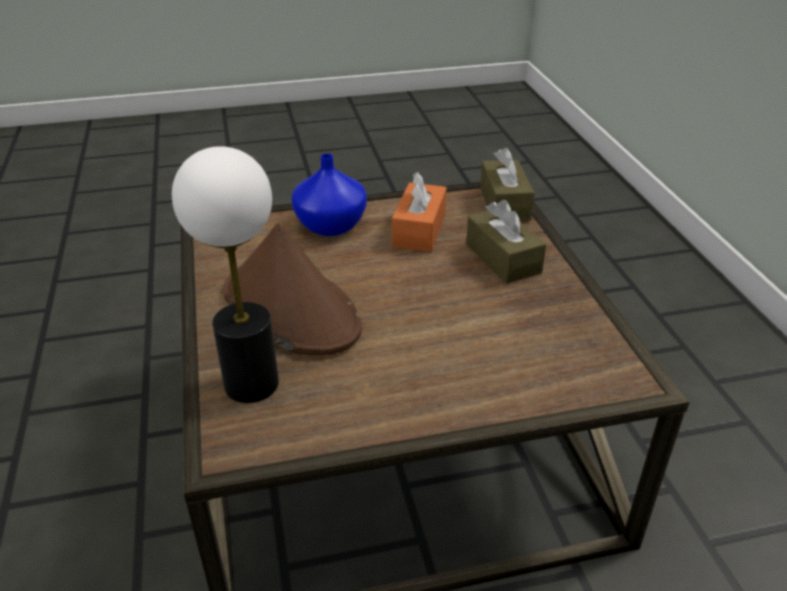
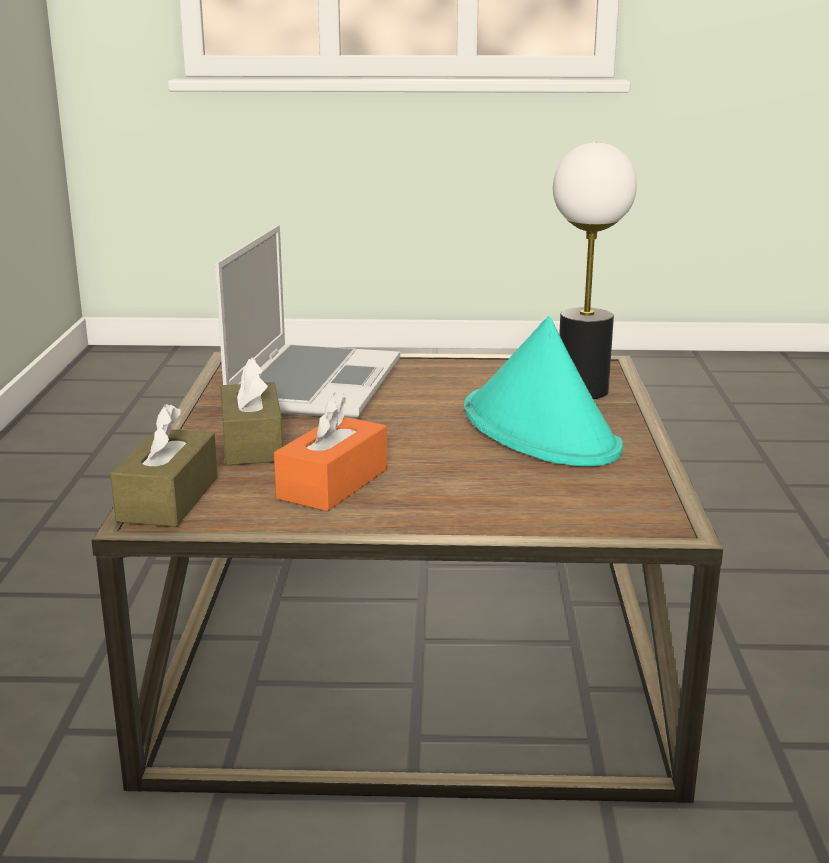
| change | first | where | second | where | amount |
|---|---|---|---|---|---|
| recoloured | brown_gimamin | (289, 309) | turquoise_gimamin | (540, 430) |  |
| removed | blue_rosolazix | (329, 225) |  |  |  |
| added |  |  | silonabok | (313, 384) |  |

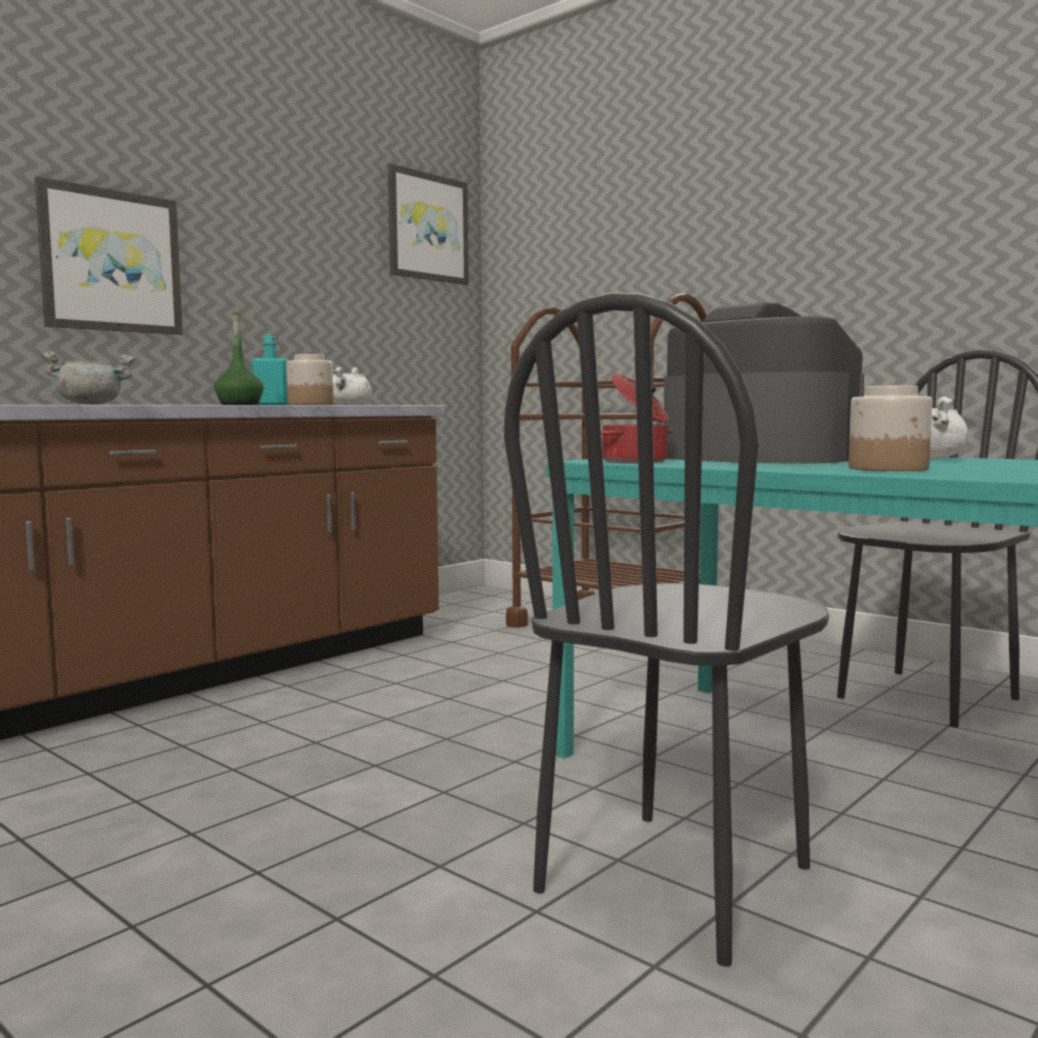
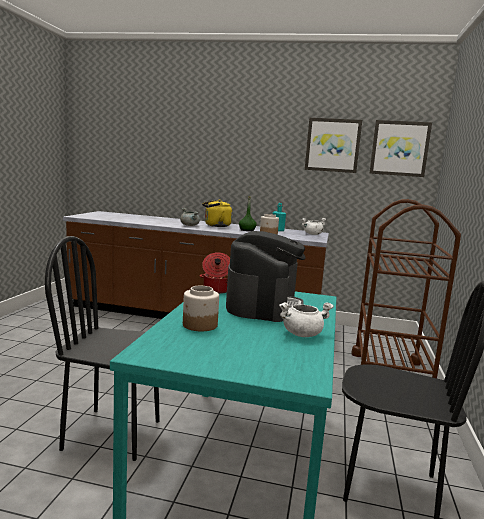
| change | first | where | second | where | amount |
|---|---|---|---|---|---|
| moved | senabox | (111, 261) |  | (332, 145) |  |
| added |  |  | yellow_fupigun | (215, 226) |  |

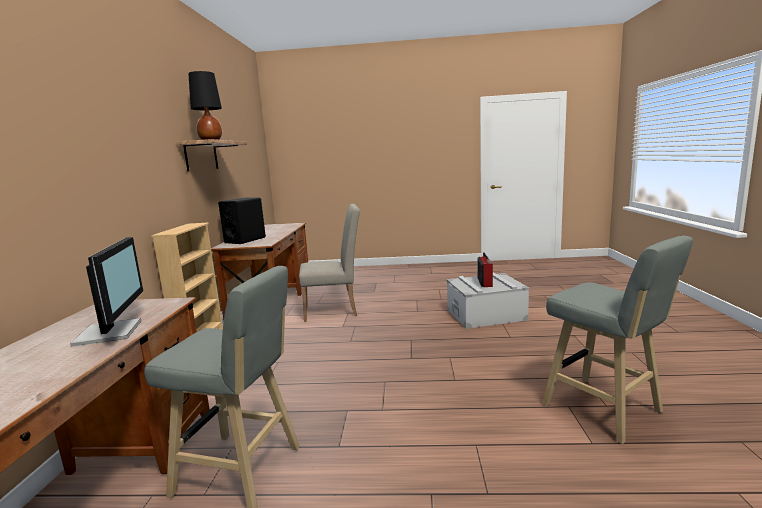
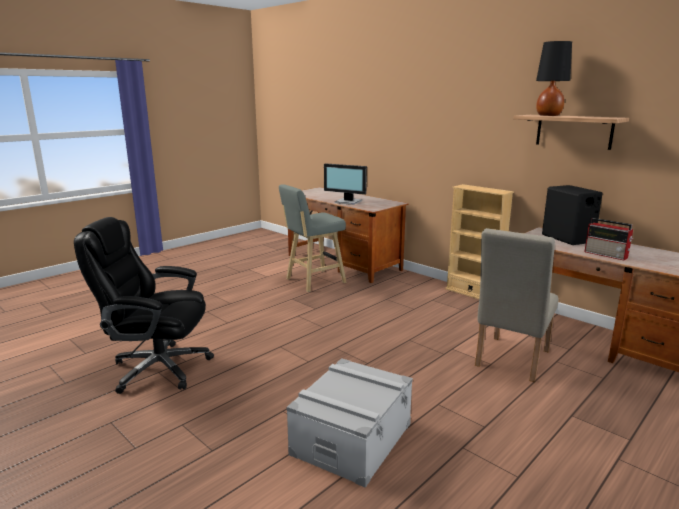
| change | first | where | second | where | amount |
|---|---|---|---|---|---|
| moved | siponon | (485, 282) |  | (607, 255) |  |
| replaced | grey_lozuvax | (606, 410) | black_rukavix | (158, 368) |  |

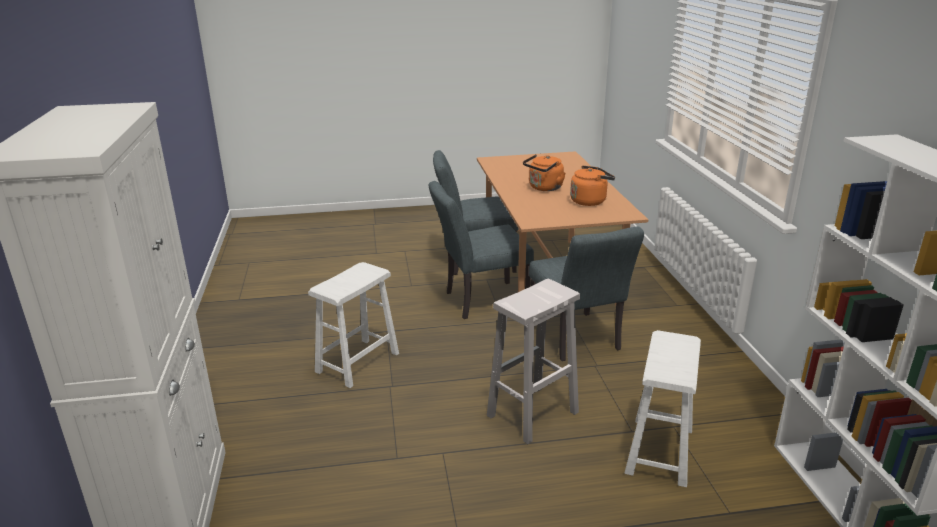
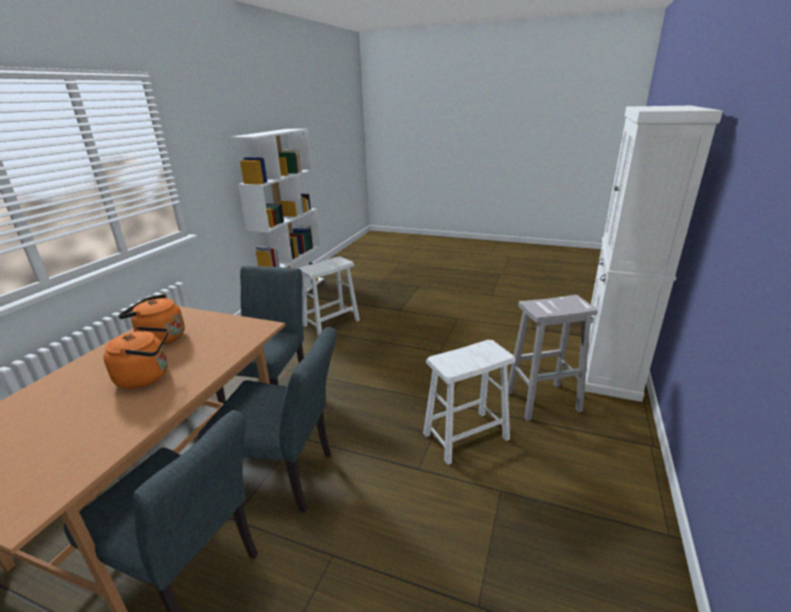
| change | first | where | second | where | amount |
|---|---|---|---|---|---|
| moved | white_lozuvax | (531, 415) |  | (544, 401) |  |

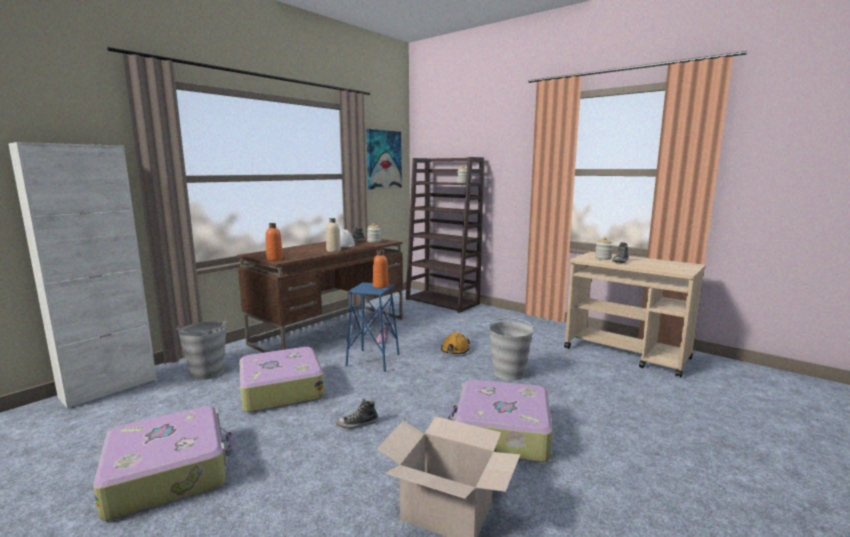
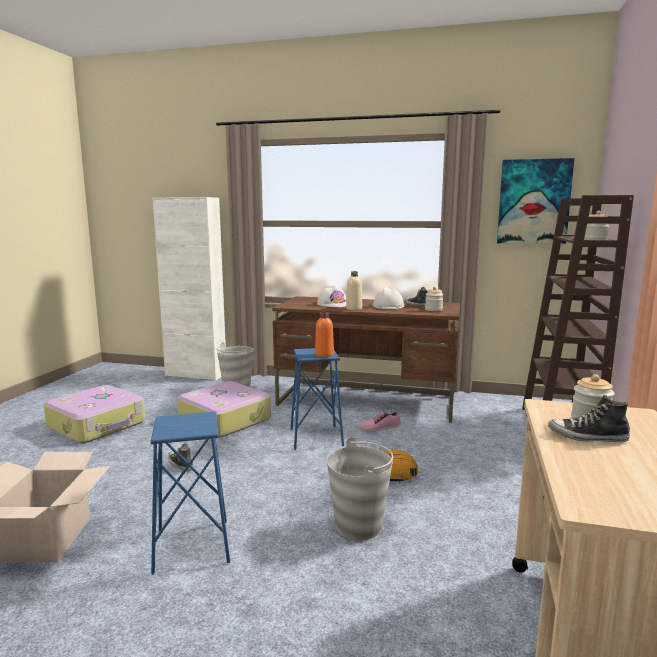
| change | first | where | second | where | amount |
|---|---|---|---|---|---|
| removed | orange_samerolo | (274, 259) |  |  |  |
| replaced | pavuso | (501, 433) | blue_lozuvax | (192, 546) |  |
| added |  |  | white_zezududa | (332, 304) |  |

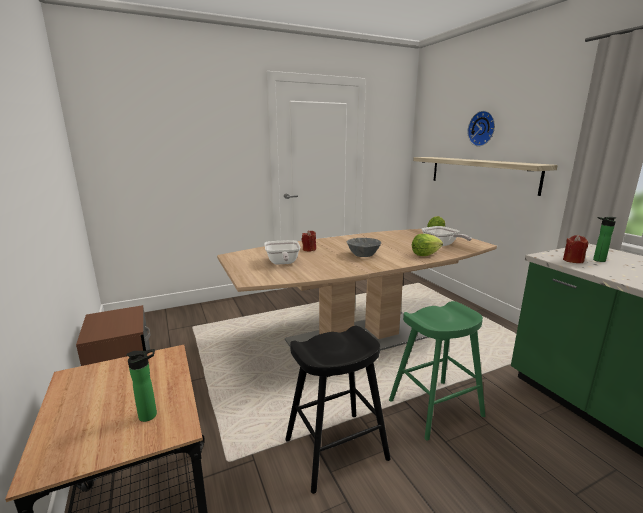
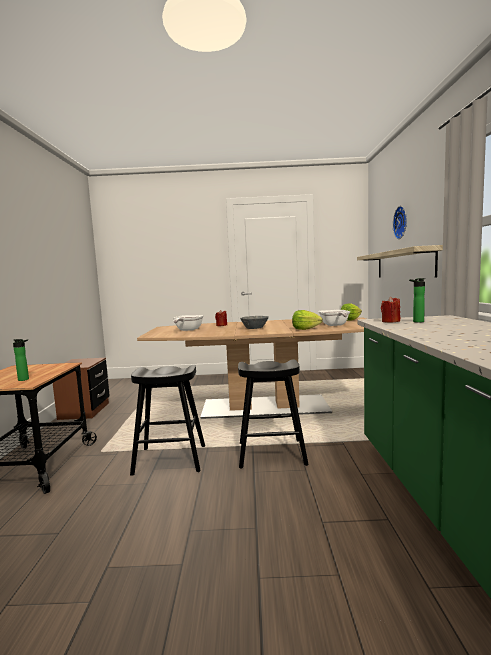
| change | first | where | second | where | amount |
|---|---|---|---|---|---|
| recoloured | green_lozuvax | (435, 408) | black_lozuvax | (272, 453) |  |

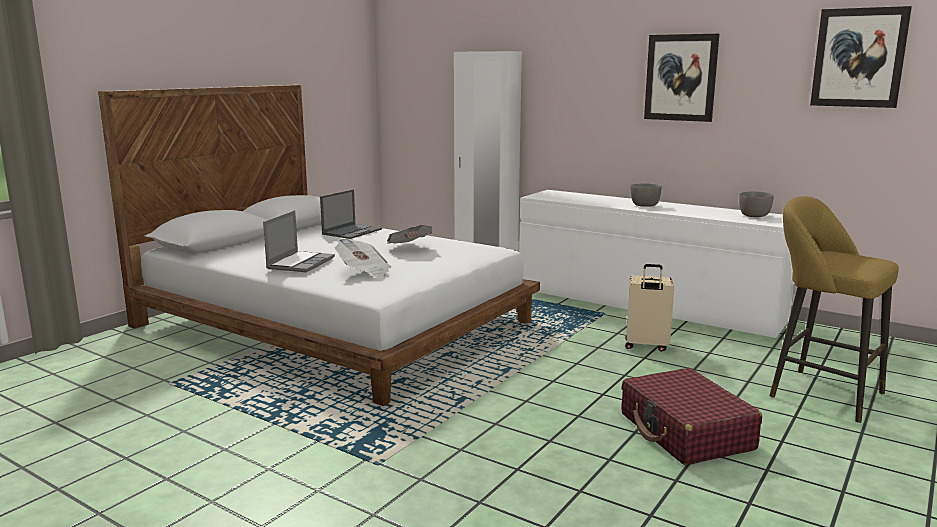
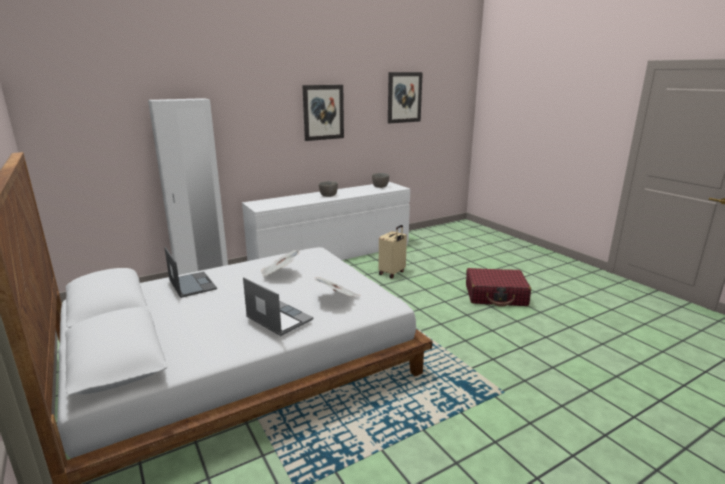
| change | first | where | second | where | amount |
|---|---|---|---|---|---|
| removed | yellow_lozuvax | (819, 392) |  |  |  |

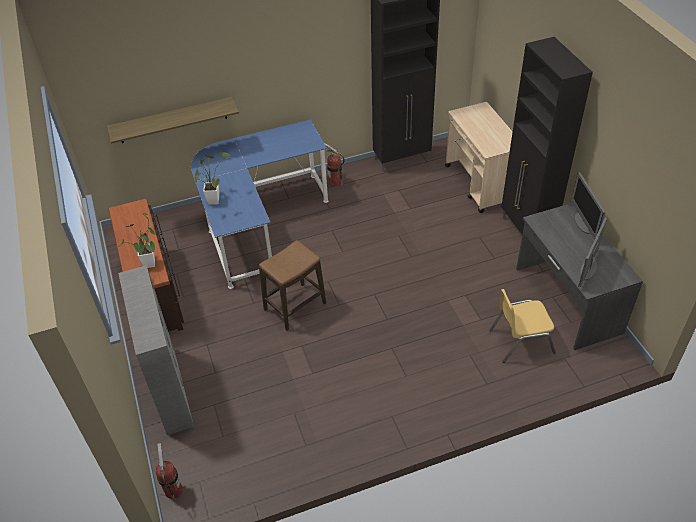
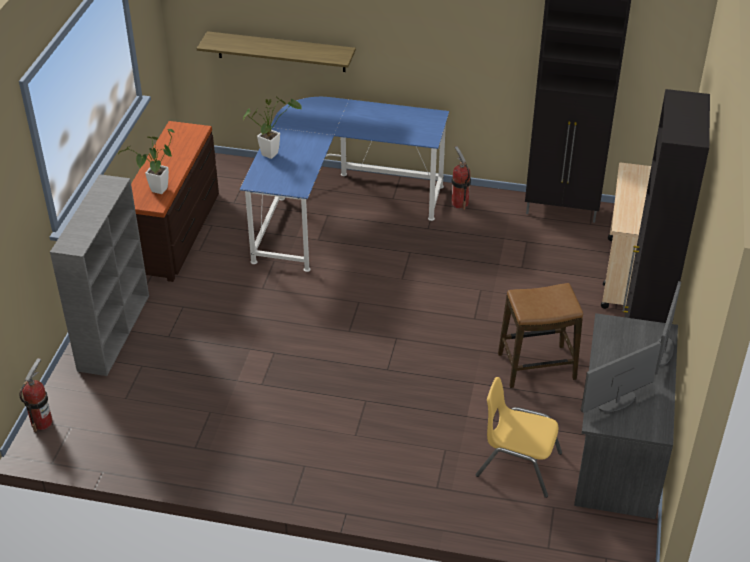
| change | first | where | second | where | amount |
|---|---|---|---|---|---|
| moved | lozuvax | (295, 307) |  | (536, 367) |  |

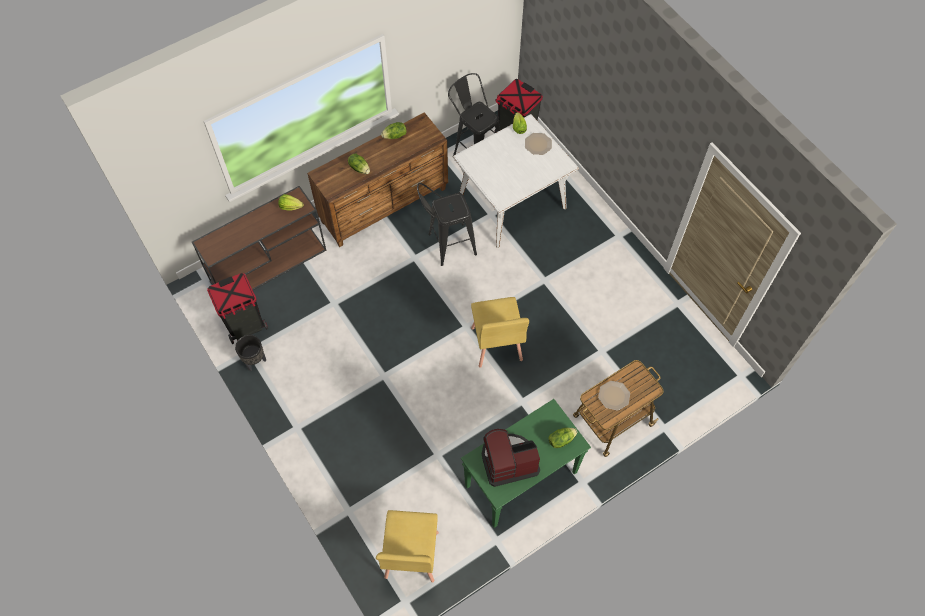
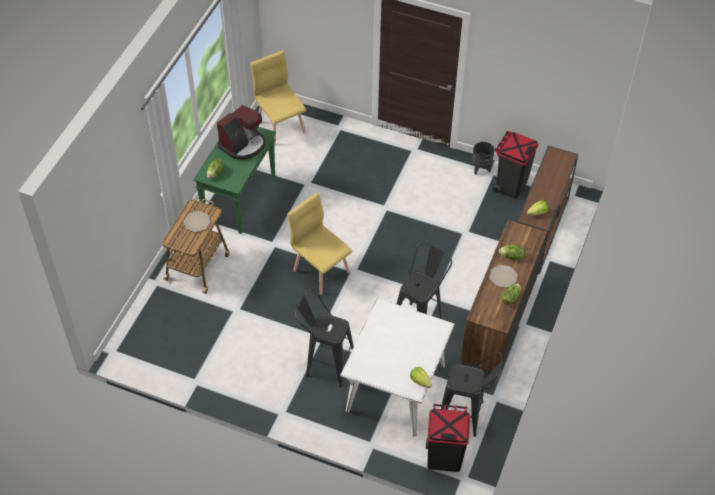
| change | first | where | second | where | amount |
|---|---|---|---|---|---|
| moved | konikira | (538, 144) |  | (503, 276) |  |
| added |  |  | black_lozuvax | (325, 363) |  |

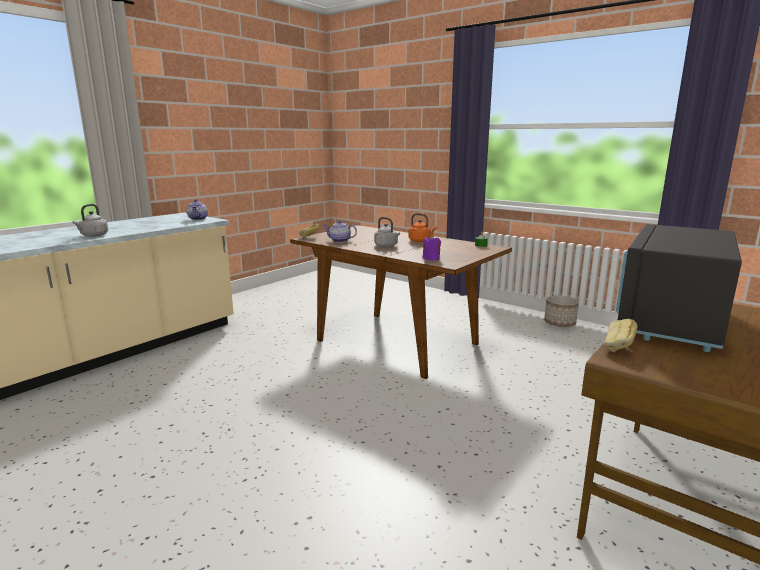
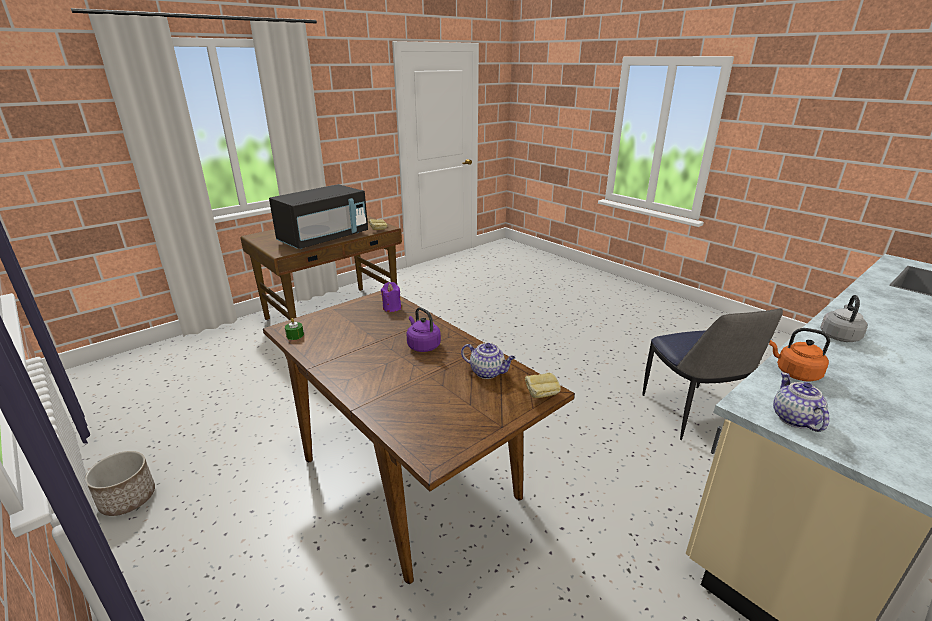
| change | first | where | second | where | amount |
|---|---|---|---|---|---|
| recoloured | grey_fupigun | (387, 246) | purple_fupigun | (422, 345) |  |
| moved | orange_fupigun | (420, 241) |  | (795, 373) |  |
| added |  |  | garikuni | (692, 414) |  |

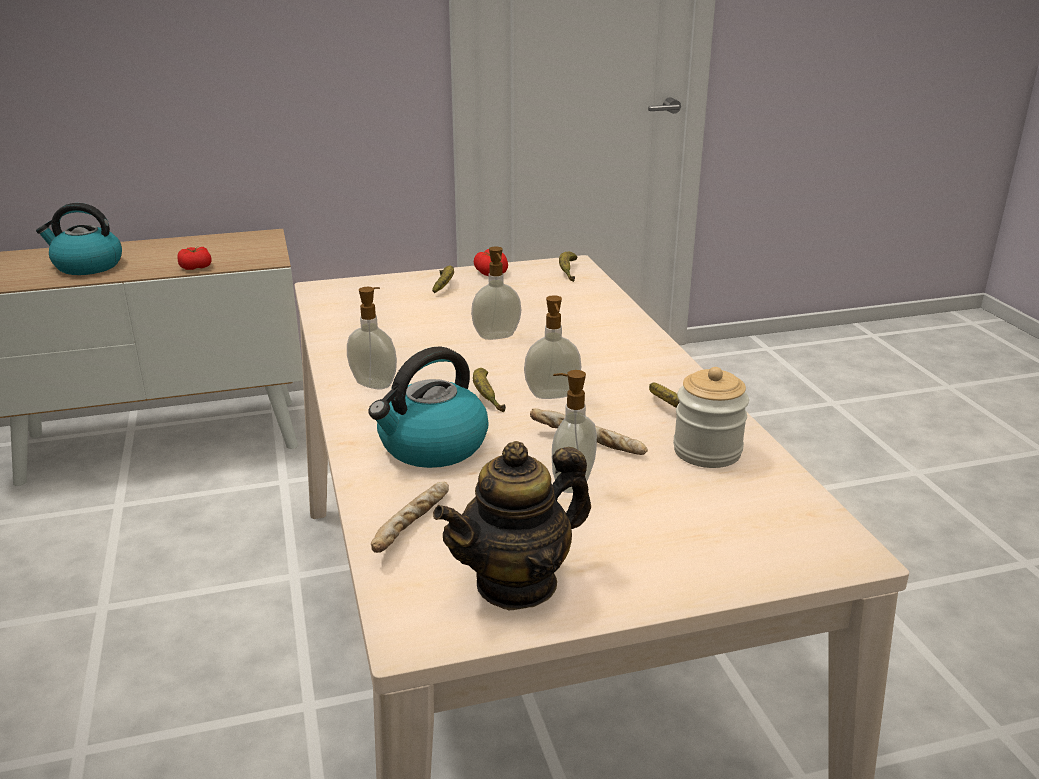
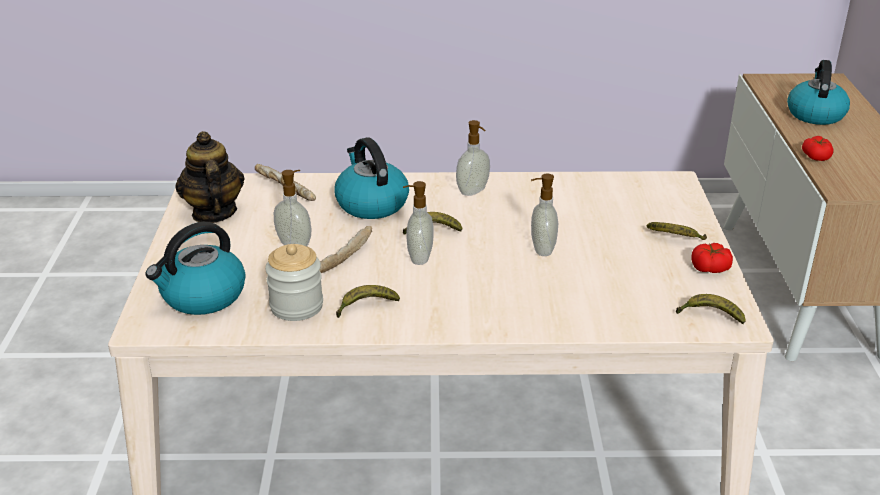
| change | first | where | second | where | amount |
|---|---|---|---|---|---|
| added |  |  | fupigun | (202, 296) |  |

